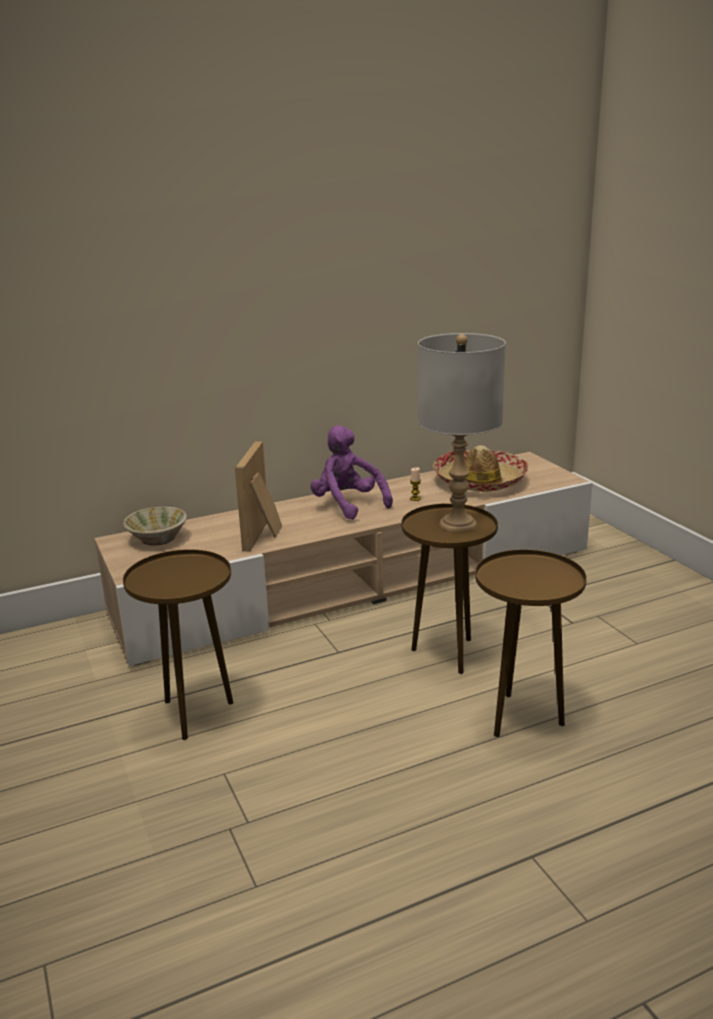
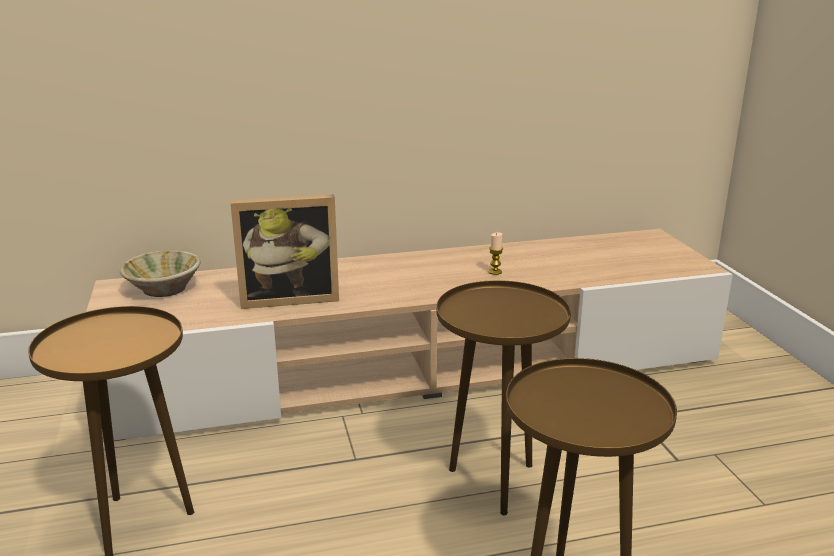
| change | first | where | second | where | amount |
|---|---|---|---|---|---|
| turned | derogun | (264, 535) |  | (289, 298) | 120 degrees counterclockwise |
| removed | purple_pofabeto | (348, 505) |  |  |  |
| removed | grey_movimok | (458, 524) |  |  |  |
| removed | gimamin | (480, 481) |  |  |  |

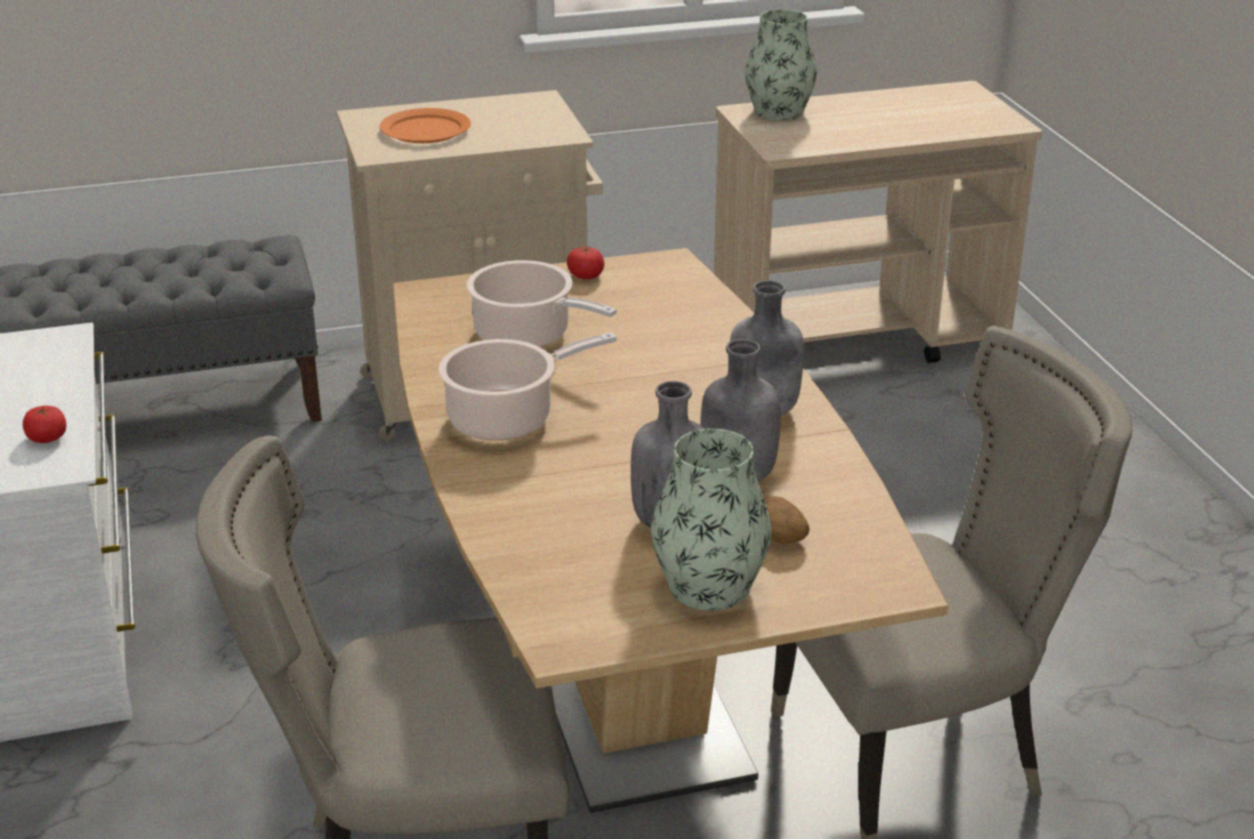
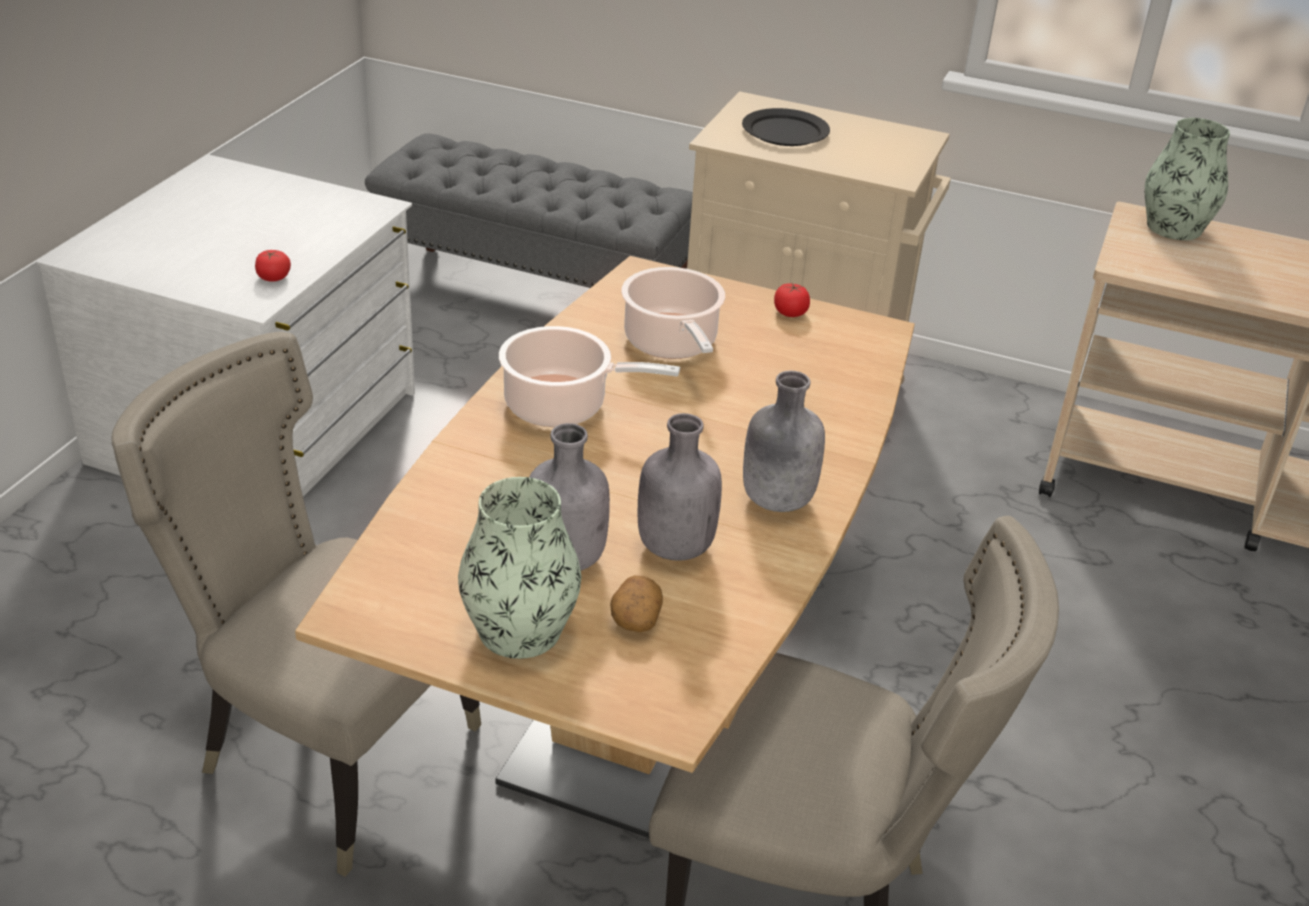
| change | first | where | second | where | amount |
|---|---|---|---|---|---|
| recoloured | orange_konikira | (426, 130) | black_konikira | (786, 132) |  |

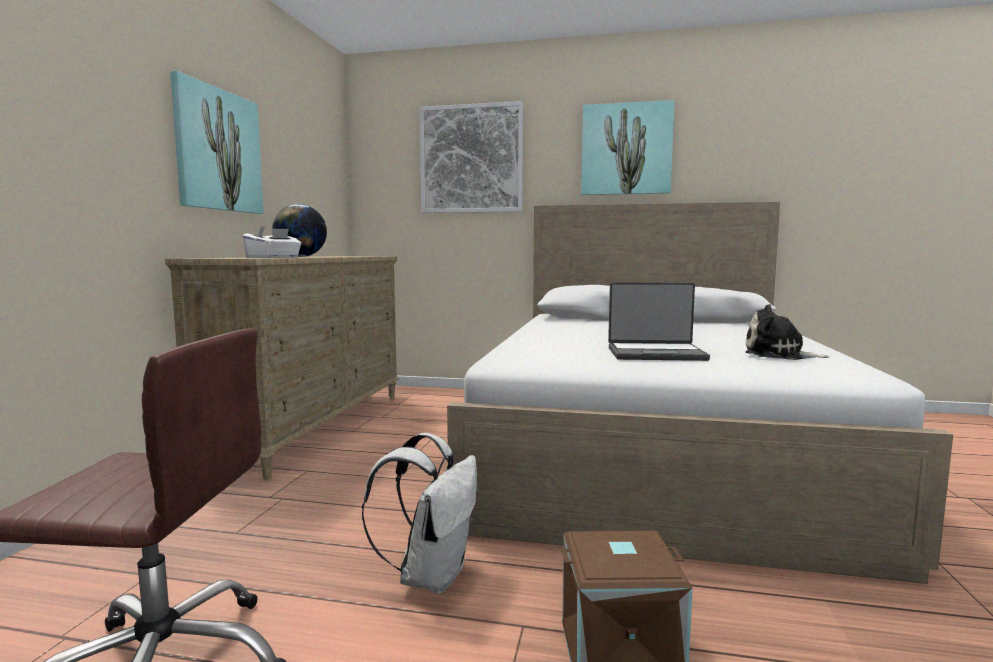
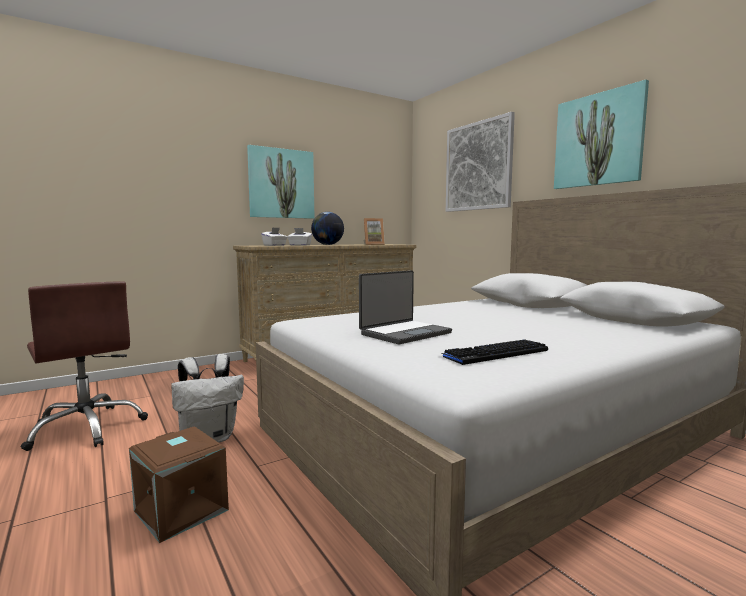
| change | first | where | second | where | amount |
|---|---|---|---|---|---|
| turned | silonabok | (655, 354) |  | (404, 333) | 90 degrees counterclockwise |
| replaced | pofabeto | (778, 355) | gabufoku | (494, 353) |  |
| added |  |  | derogun | (373, 244) |  |

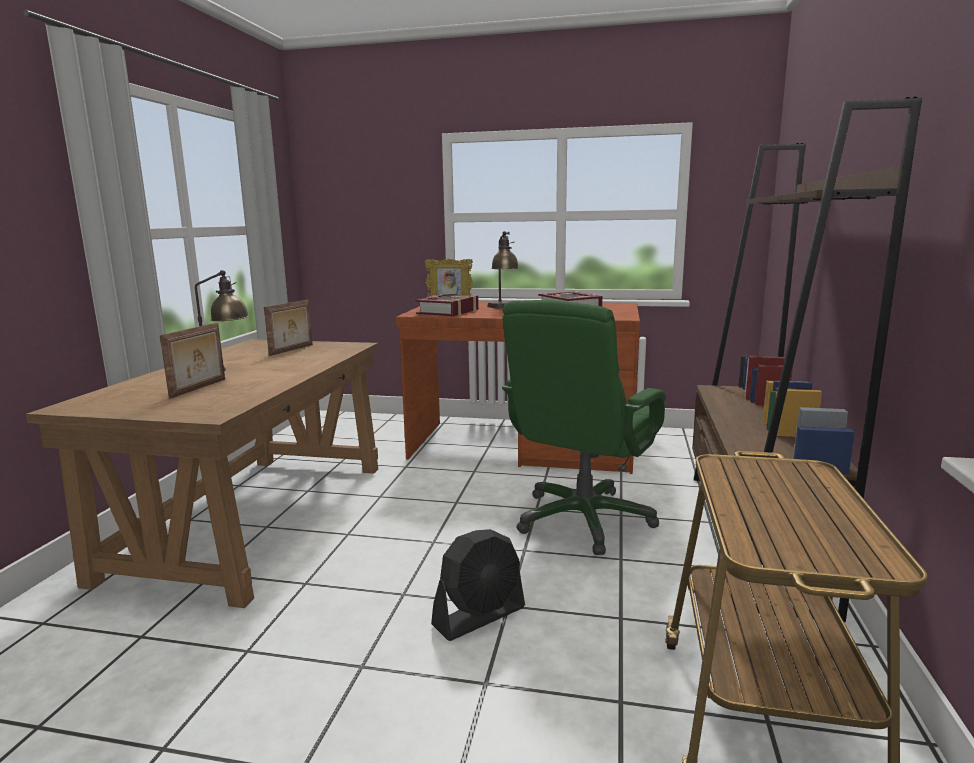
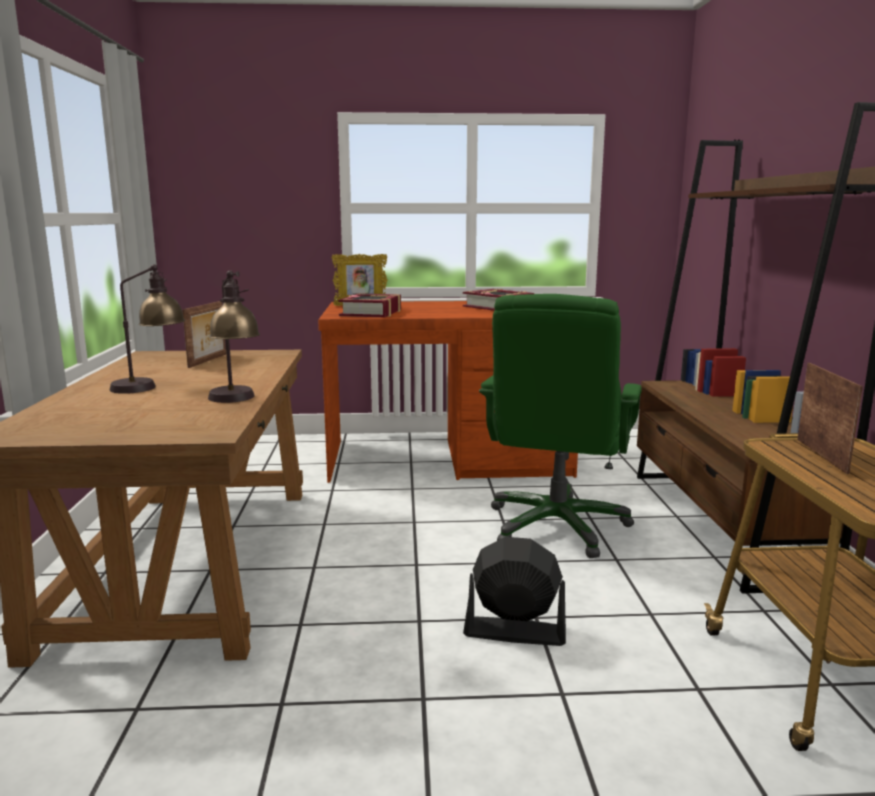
| change | first | where | second | where | amount |
|---|---|---|---|---|---|
| moved | derogun | (199, 388) |  | (823, 455) |  |
| turned | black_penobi | (479, 616) |  | (514, 631) | 120 degrees counterclockwise |
| moved | movimok | (502, 307) |  | (236, 401) |  |

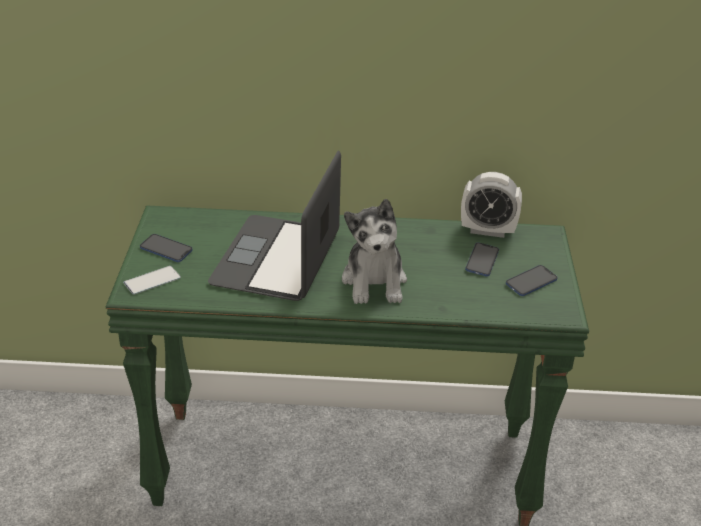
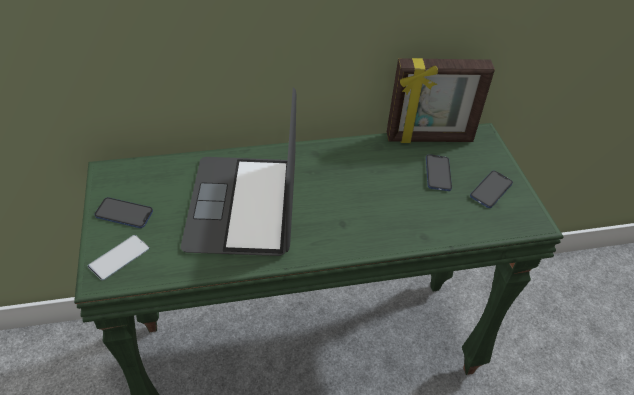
| change | first | where | second | where | amount |
|---|---|---|---|---|---|
| removed | pofabeto | (374, 281) |  |  |  |
| replaced | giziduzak | (487, 230) | derogun | (429, 139) |  |

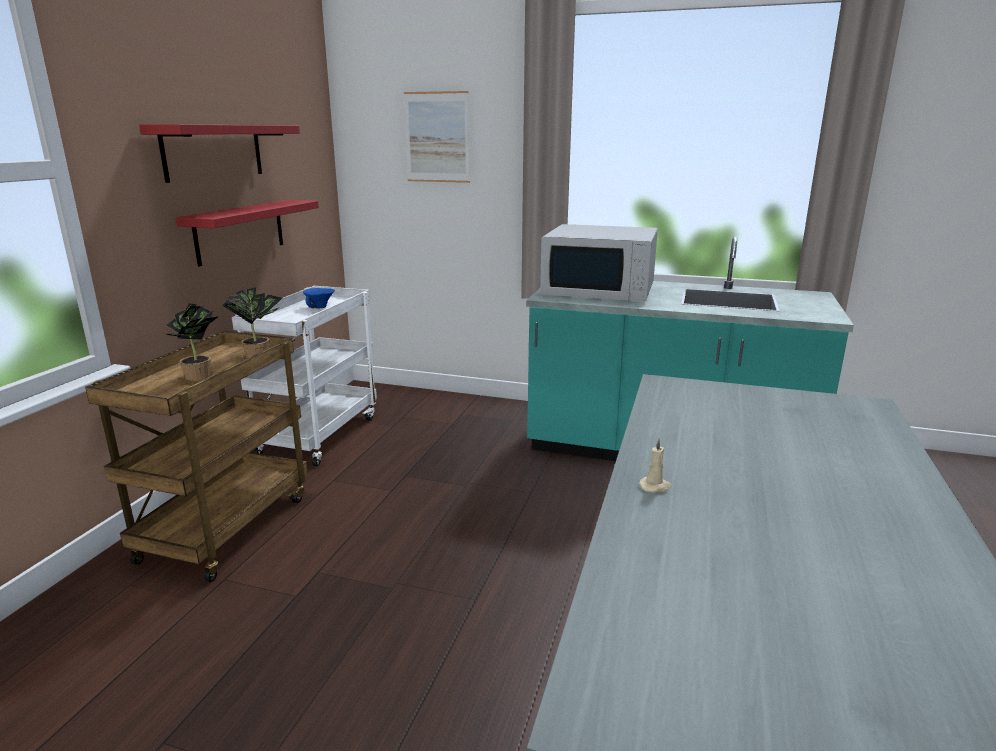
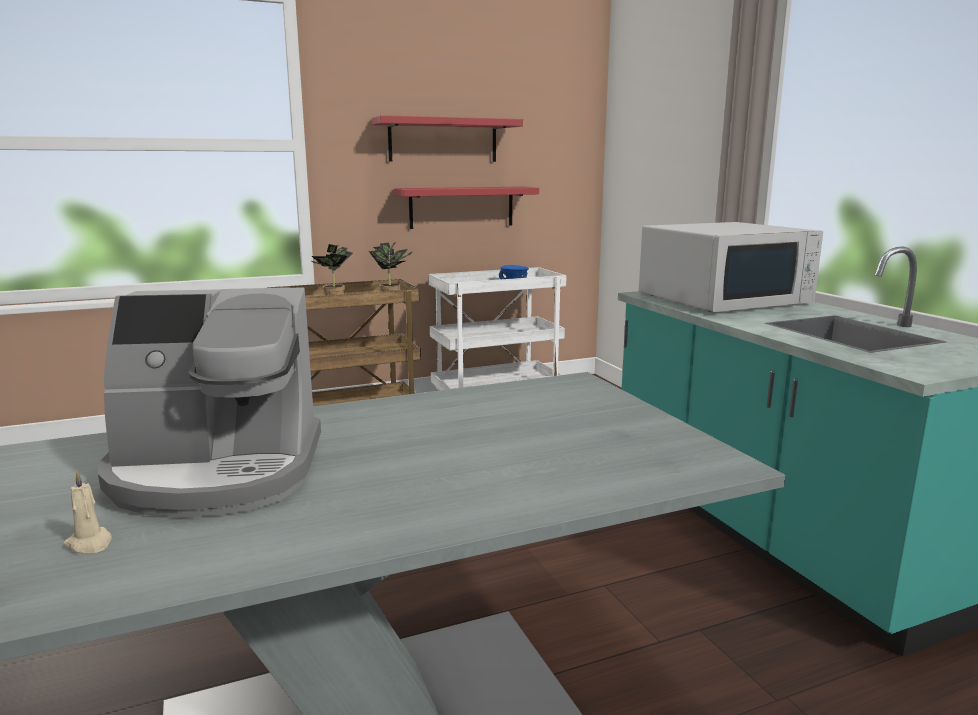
| change | first | where | second | where | amount |
|---|---|---|---|---|---|
| removed | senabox | (437, 137) |  |  |  |
| turned | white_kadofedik | (600, 289) |  | (724, 299) | 90 degrees counterclockwise |
| moved | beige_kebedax | (655, 487) |  | (90, 543) |  |
| added |  |  | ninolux | (217, 472) |  |

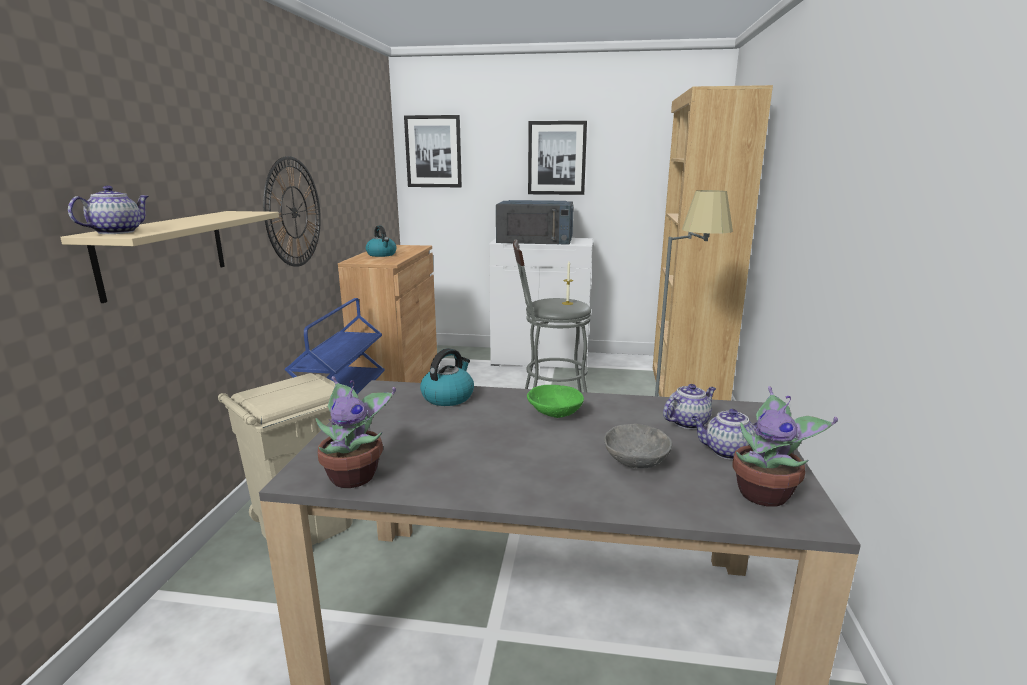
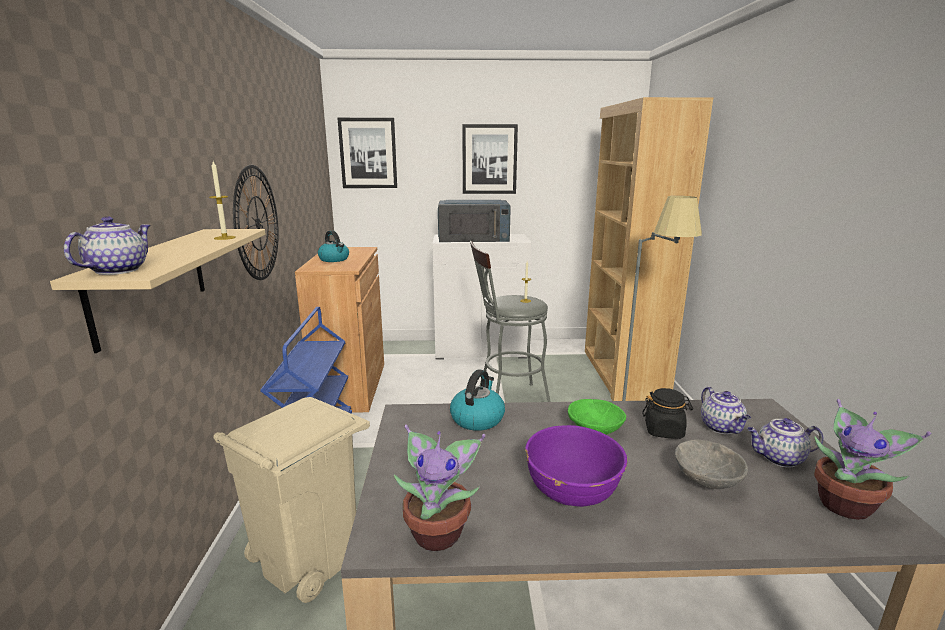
| change | first | where | second | where | amount |
|---|---|---|---|---|---|
| turned | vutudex | (688, 422) |  | (722, 428) | 120 degrees clockwise |
| added |  |  | kebedax | (224, 238) |  |
| added |  |  | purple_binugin | (572, 490) |  |
| added |  |  | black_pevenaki | (664, 431) |  |

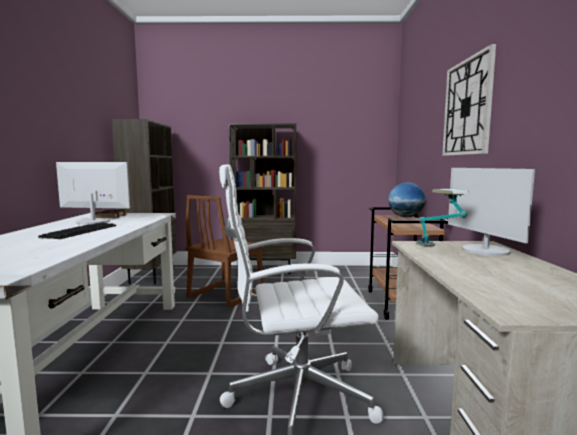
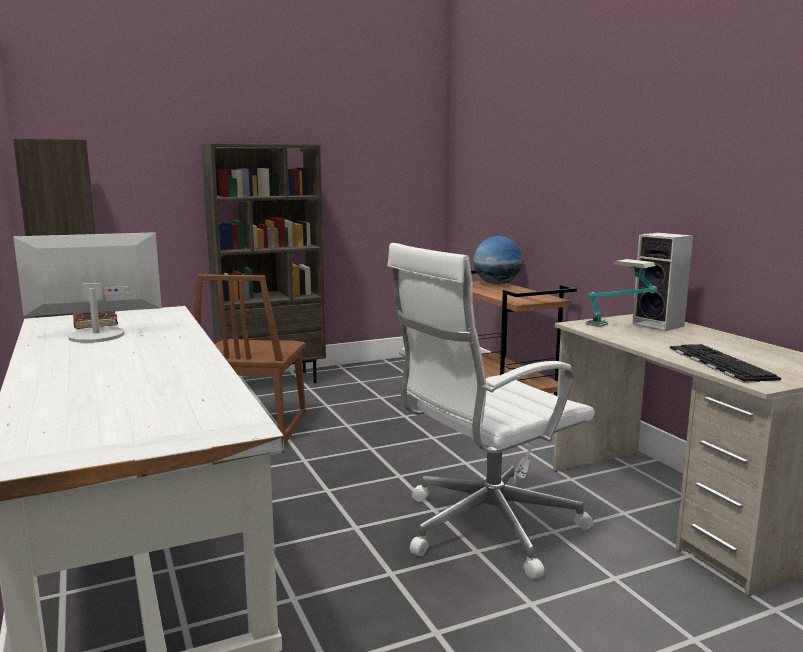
| change | first | where | second | where | amount |
|---|---|---|---|---|---|
| moved | gabufoku | (80, 231) |  | (718, 363) |  |
| removed | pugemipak | (467, 107) |  |  |  |
| replaced | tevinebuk | (485, 251) | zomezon | (660, 325) |  |

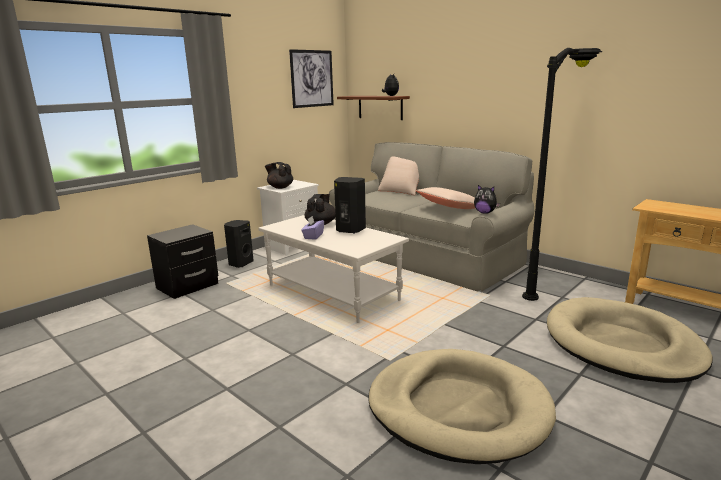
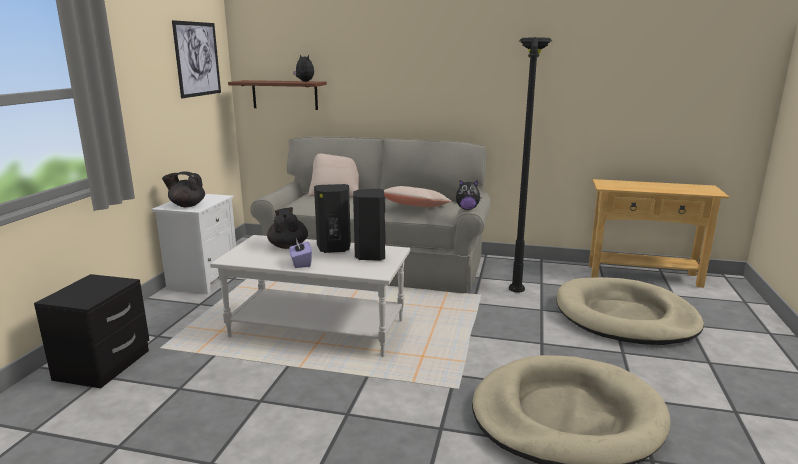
| change | first | where | second | where | amount |
|---|---|---|---|---|---|
| moved | black_zomezon | (240, 263) |  | (369, 255) |  |

